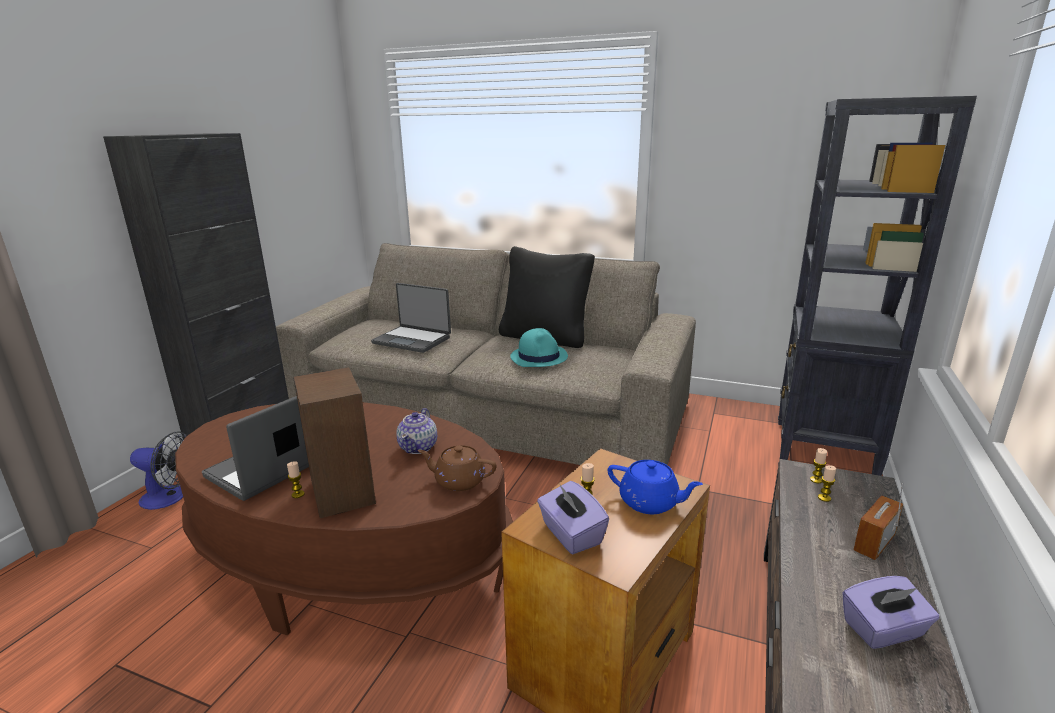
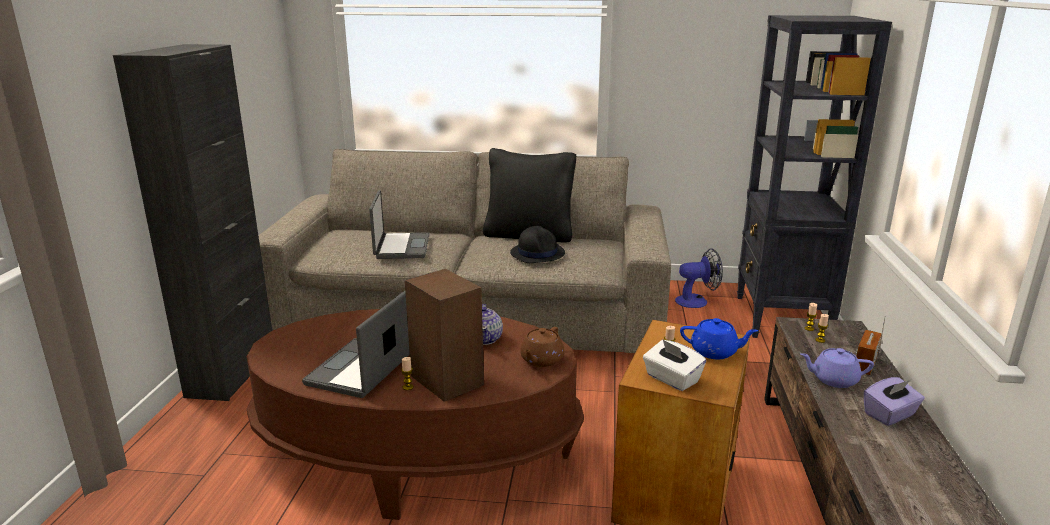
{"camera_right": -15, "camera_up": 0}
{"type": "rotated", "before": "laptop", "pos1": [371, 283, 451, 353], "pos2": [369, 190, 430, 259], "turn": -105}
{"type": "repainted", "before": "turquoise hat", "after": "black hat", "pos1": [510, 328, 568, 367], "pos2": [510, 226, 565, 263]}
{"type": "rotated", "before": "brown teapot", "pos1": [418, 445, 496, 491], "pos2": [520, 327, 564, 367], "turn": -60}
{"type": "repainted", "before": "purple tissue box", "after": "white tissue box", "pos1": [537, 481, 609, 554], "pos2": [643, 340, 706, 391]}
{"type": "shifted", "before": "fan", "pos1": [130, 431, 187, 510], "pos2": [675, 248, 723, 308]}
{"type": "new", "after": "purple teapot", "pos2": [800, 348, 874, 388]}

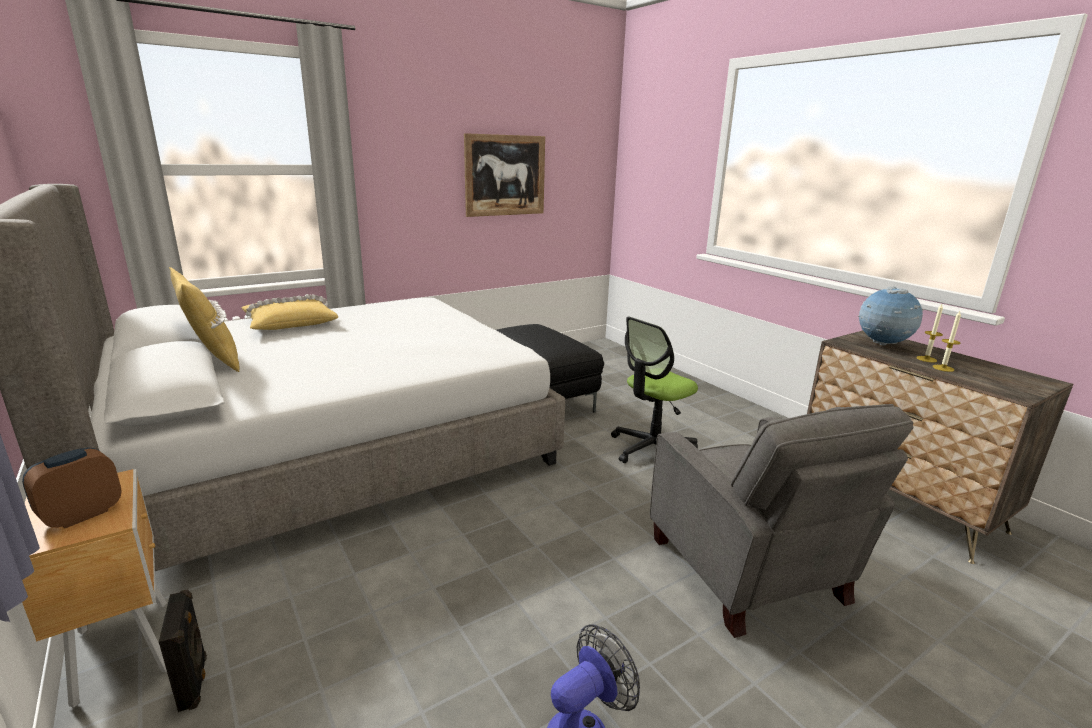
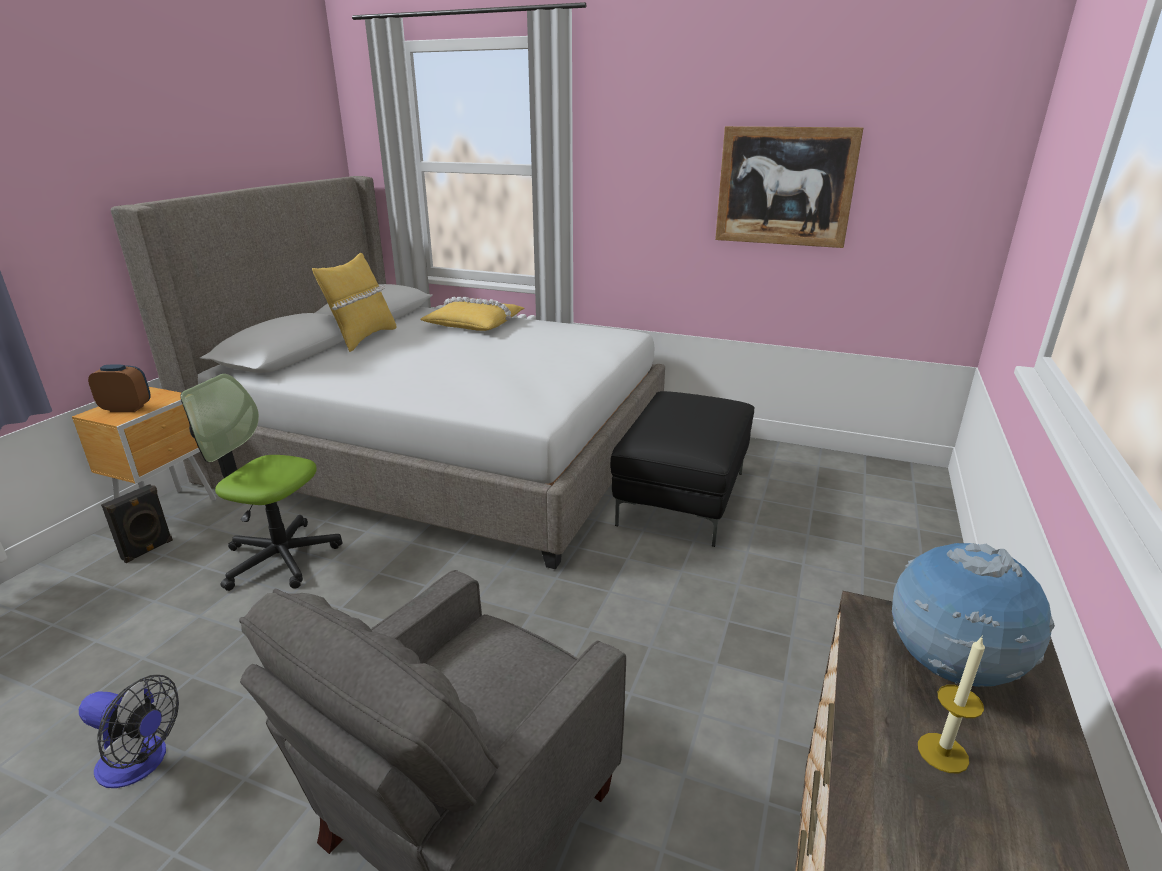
{"camera_right": 55, "camera_up": 5}
{"type": "shifted", "before": "office chair", "pos1": [611, 316, 698, 463], "pos2": [180, 374, 342, 591]}
{"type": "gone", "before": "candle", "pos1": [933, 311, 961, 372]}

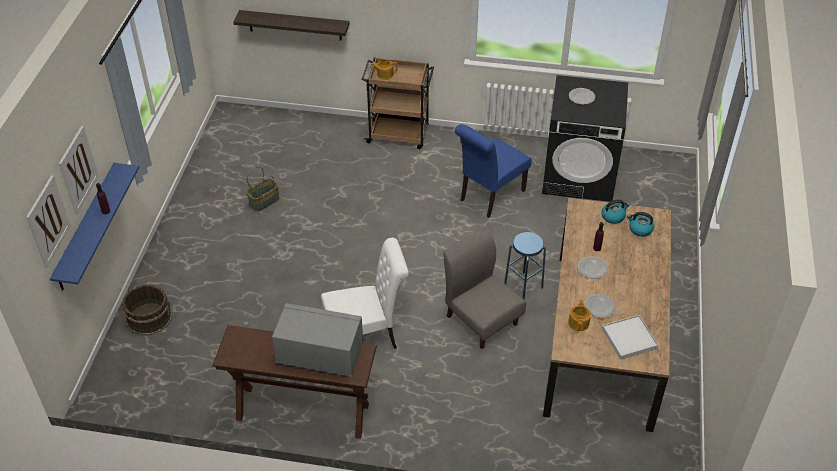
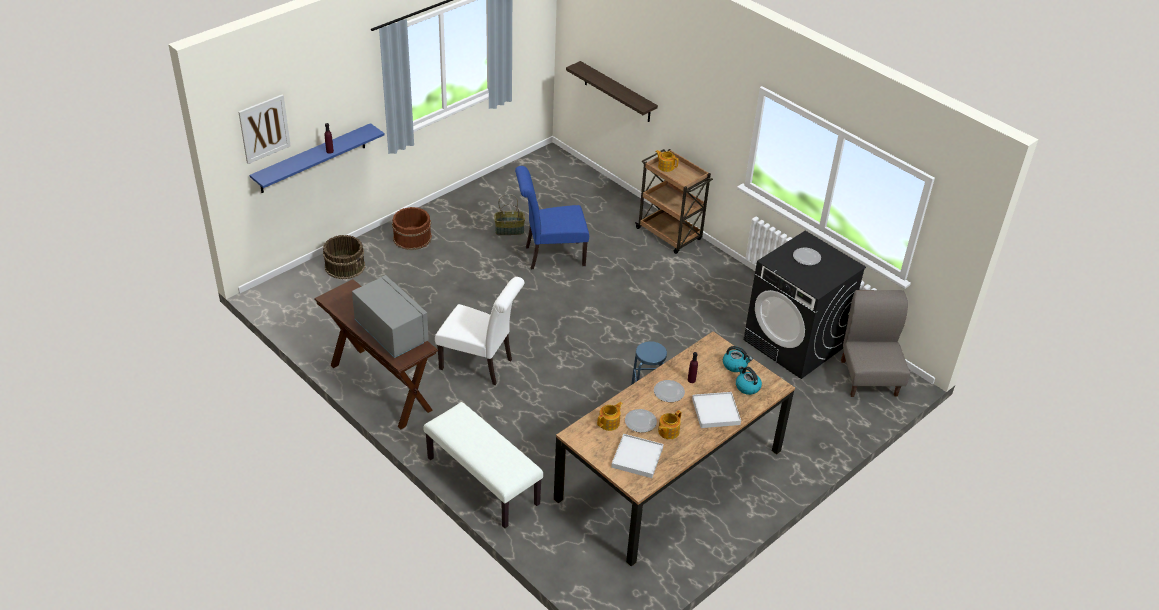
{"camera_right": 35, "camera_up": -5}
{"type": "new", "after": "brown bucket", "pos2": [392, 207, 432, 250]}
{"type": "new", "after": "white bench", "pos2": [423, 402, 543, 528]}
{"type": "shifted", "before": "blue chair", "pos1": [455, 124, 532, 218], "pos2": [515, 166, 589, 269]}
{"type": "new", "after": "teapot", "pos2": [658, 410, 681, 439]}
{"type": "new", "after": "white tray", "pos2": [692, 392, 741, 428]}
{"type": "shifted", "before": "grey chair", "pos1": [443, 228, 526, 349], "pos2": [841, 290, 910, 397]}
{"type": "gone", "before": "picture", "pos1": [59, 126, 99, 214]}

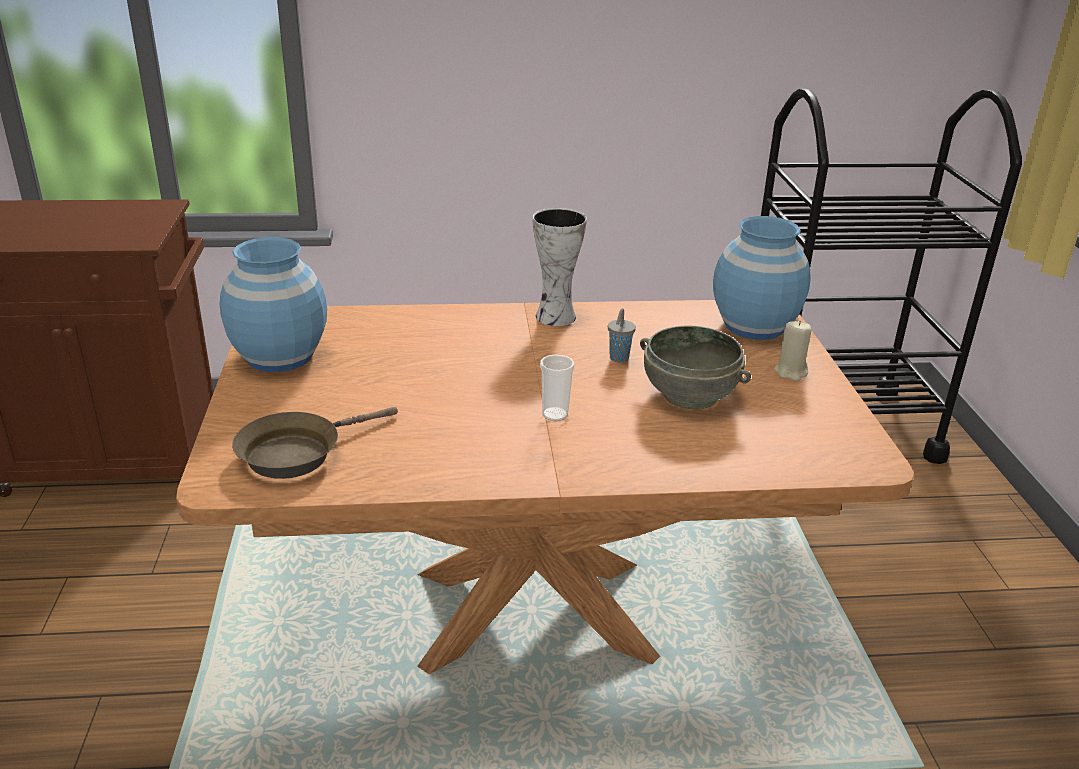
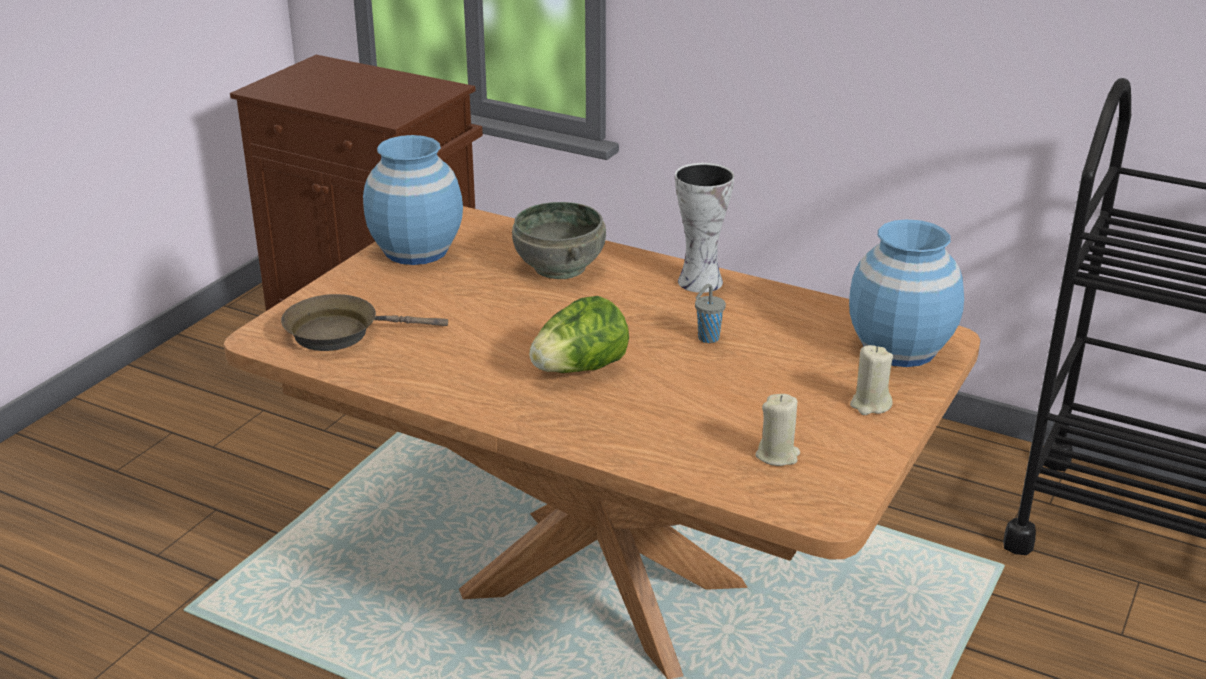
{"camera_right": 35, "camera_up": 0}
{"type": "shifted", "before": "grey bowl", "pos1": [640, 326, 751, 409], "pos2": [512, 202, 606, 279]}
{"type": "swapped", "before": "cup", "after": "lettuce", "pos1": [540, 355, 574, 421], "pos2": [529, 296, 629, 373]}
{"type": "new", "after": "beige candle", "pos2": [755, 394, 800, 466]}

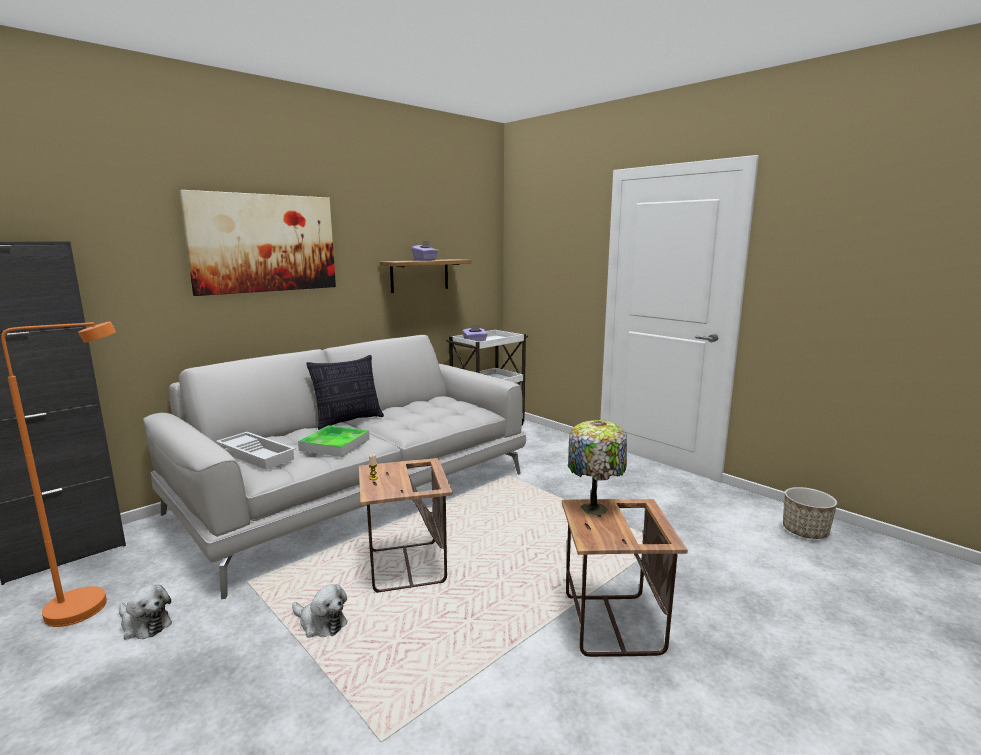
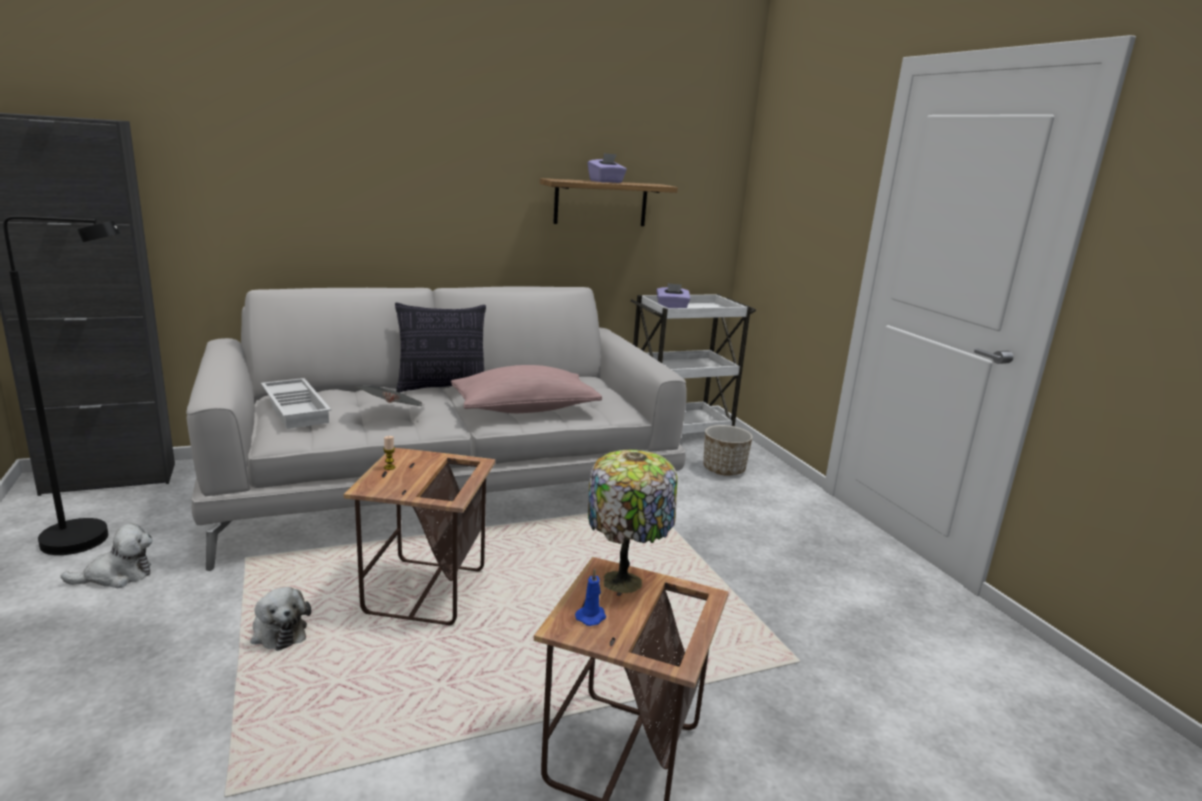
{"camera_right": 20, "camera_up": 5}
{"type": "repainted", "before": "orange floor lamp", "after": "black floor lamp", "pos1": [1, 322, 116, 627], "pos2": [3, 216, 120, 555]}
{"type": "rotated", "before": "plush toy", "pos1": [119, 585, 172, 640], "pos2": [61, 523, 153, 588], "turn": -75}
{"type": "swapped", "before": "tray", "after": "newspaper", "pos1": [298, 425, 370, 457], "pos2": [352, 386, 425, 406]}
{"type": "new", "after": "pink pillow", "pos2": [451, 365, 602, 413]}
{"type": "new", "after": "blue candle", "pos2": [575, 569, 606, 626]}
{"type": "shifted", "before": "planter", "pos1": [783, 487, 837, 539], "pos2": [703, 425, 753, 476]}
{"type": "gone", "before": "picture", "pos1": [179, 190, 336, 296]}

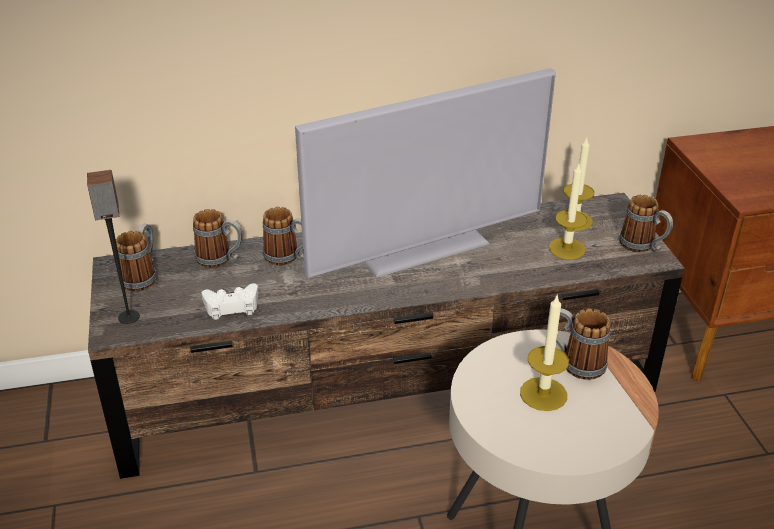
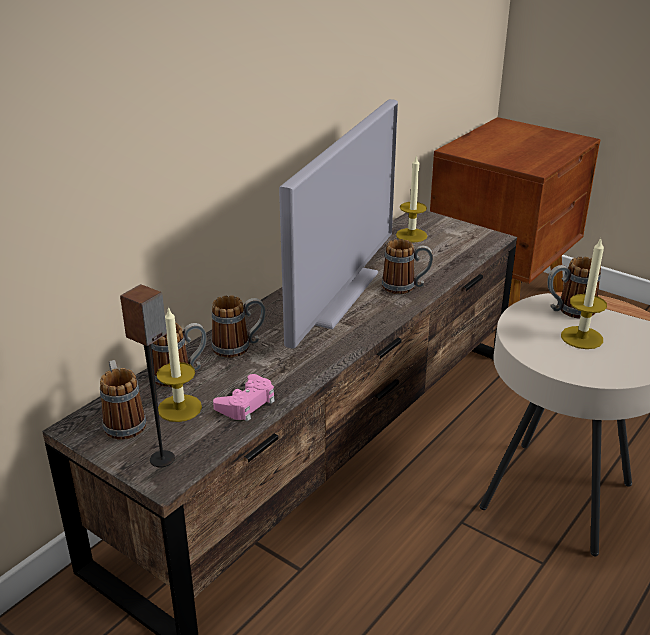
{"camera_right": -40, "camera_up": -5}
{"type": "shifted", "before": "candle", "pos1": [549, 164, 588, 260], "pos2": [157, 306, 202, 422]}
{"type": "repainted", "before": "white game controller", "after": "pink game controller", "pos1": [201, 284, 258, 320], "pos2": [213, 374, 275, 421]}
{"type": "shifted", "before": "mug", "pos1": [619, 195, 673, 252], "pos2": [382, 239, 433, 294]}

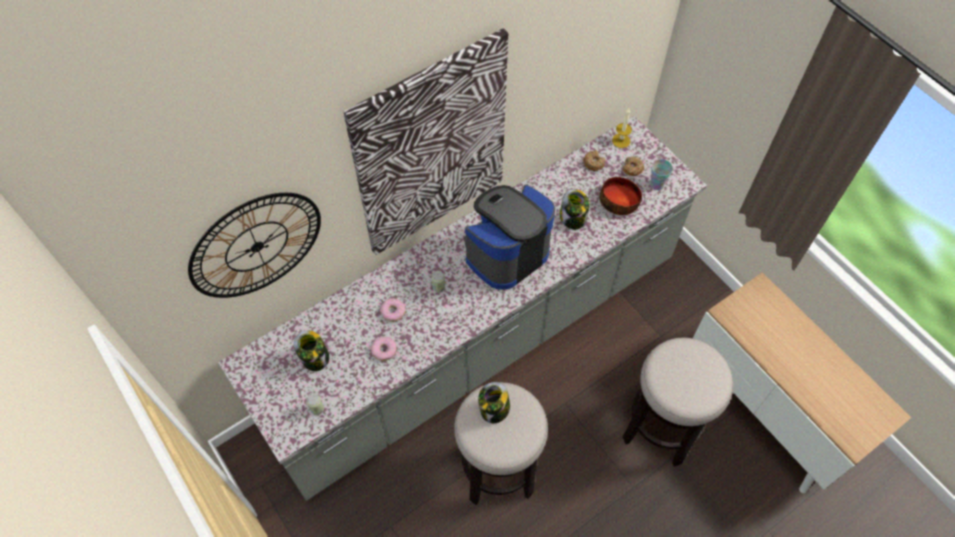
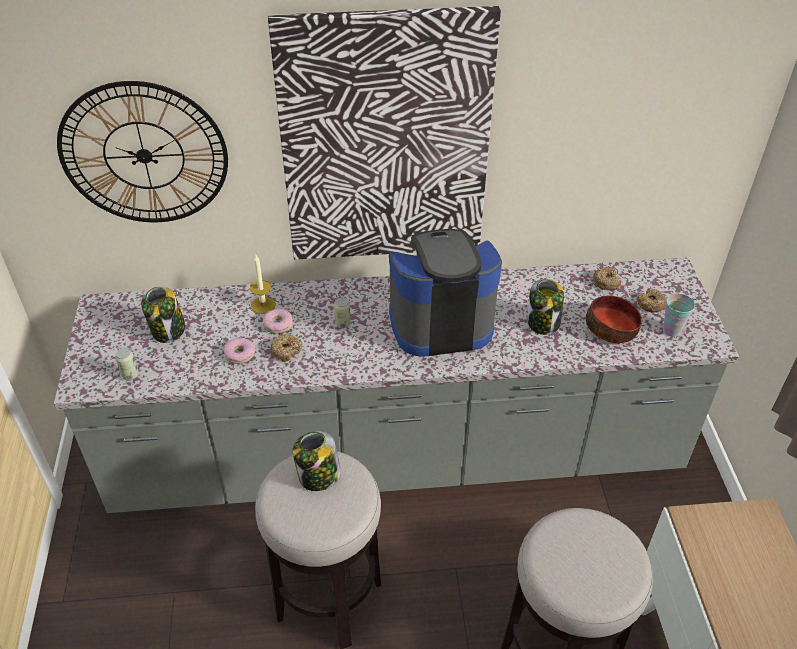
{"camera_right": 30, "camera_up": -15}
{"type": "shifted", "before": "candle", "pos1": [612, 108, 632, 148], "pos2": [250, 255, 276, 314]}
{"type": "new", "after": "donut", "pos2": [270, 334, 302, 362]}

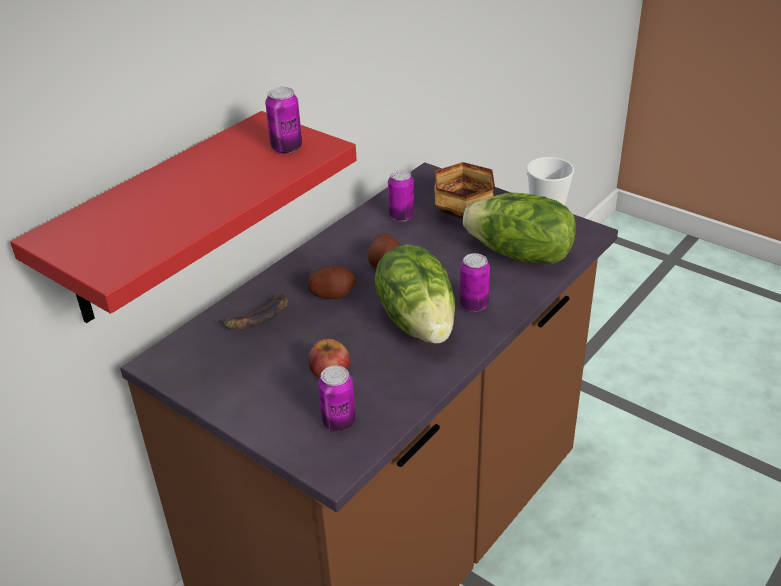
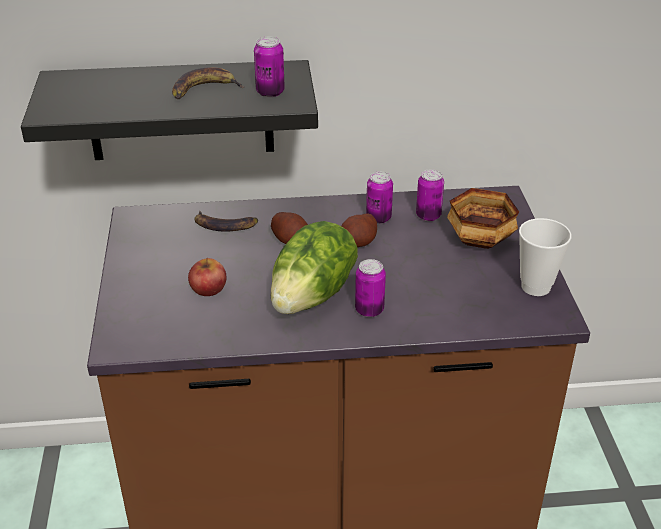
{"camera_right": 45, "camera_up": 0}
{"type": "repainted", "before": "red shelf", "after": "black shelf", "pos1": [10, 111, 357, 323], "pos2": [21, 60, 318, 160]}
{"type": "new", "after": "banana", "pos2": [172, 67, 246, 99]}
{"type": "shifted", "before": "can", "pos1": [318, 366, 356, 431], "pos2": [366, 172, 393, 224]}
{"type": "gone", "before": "lettuce", "pos1": [463, 193, 576, 264]}

